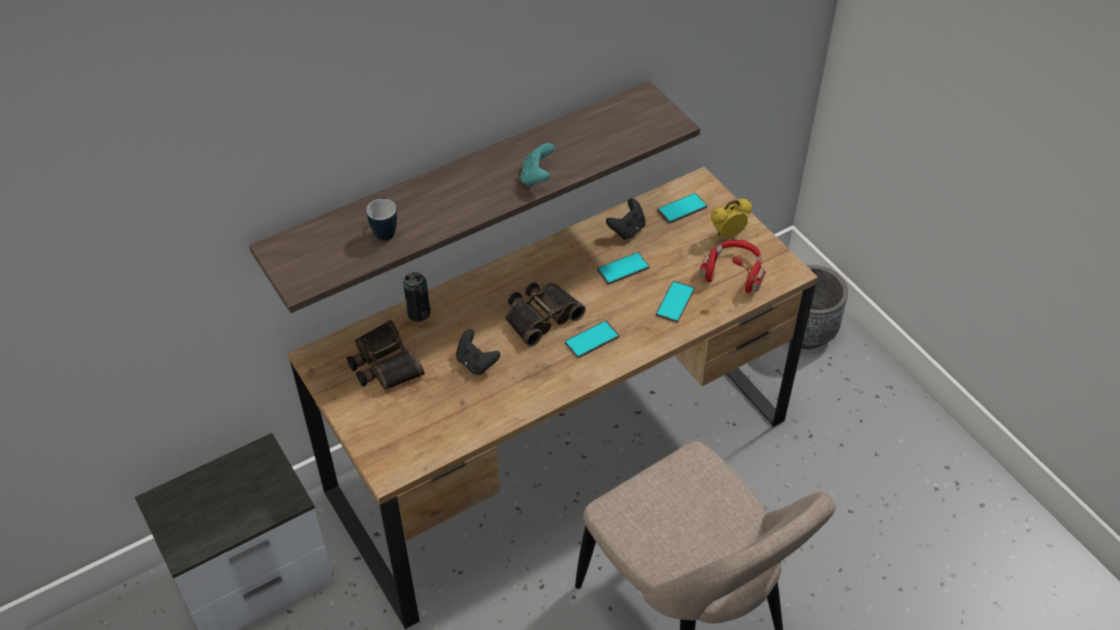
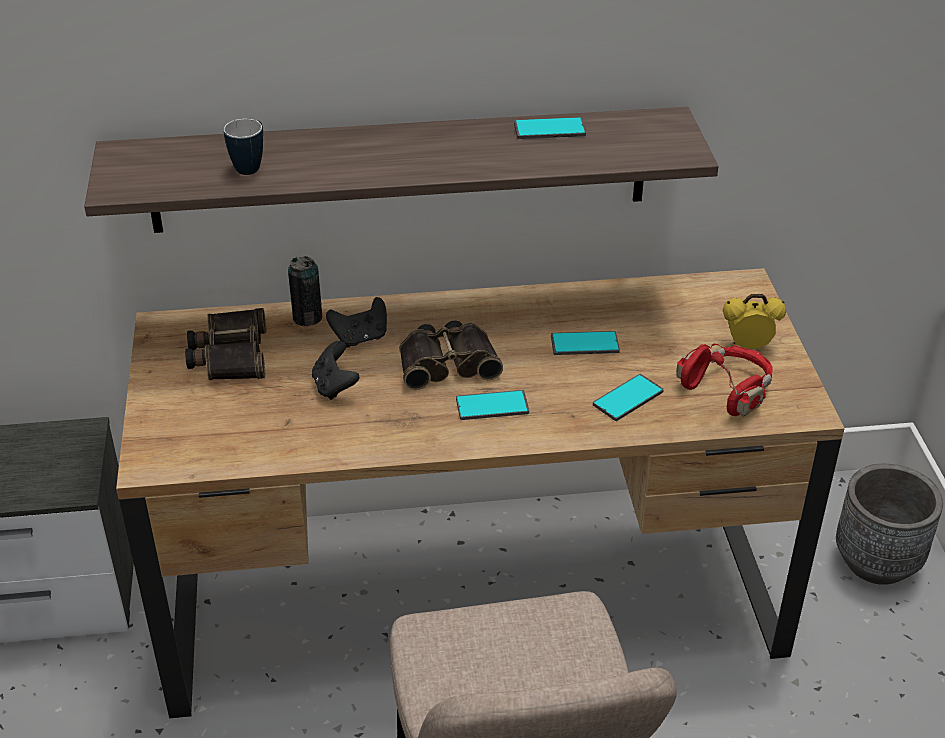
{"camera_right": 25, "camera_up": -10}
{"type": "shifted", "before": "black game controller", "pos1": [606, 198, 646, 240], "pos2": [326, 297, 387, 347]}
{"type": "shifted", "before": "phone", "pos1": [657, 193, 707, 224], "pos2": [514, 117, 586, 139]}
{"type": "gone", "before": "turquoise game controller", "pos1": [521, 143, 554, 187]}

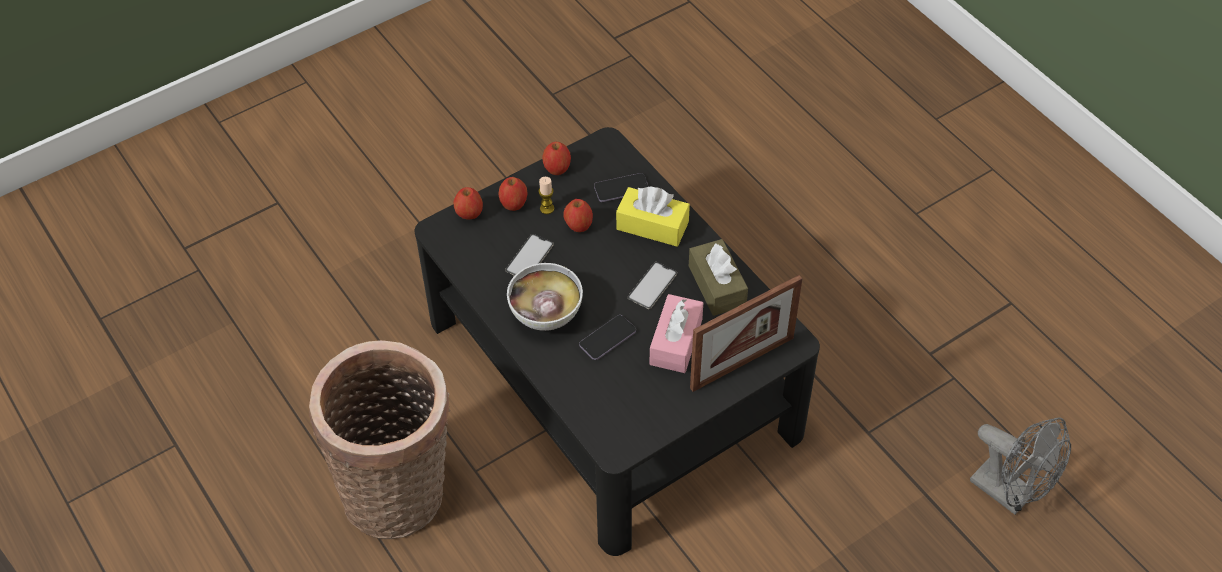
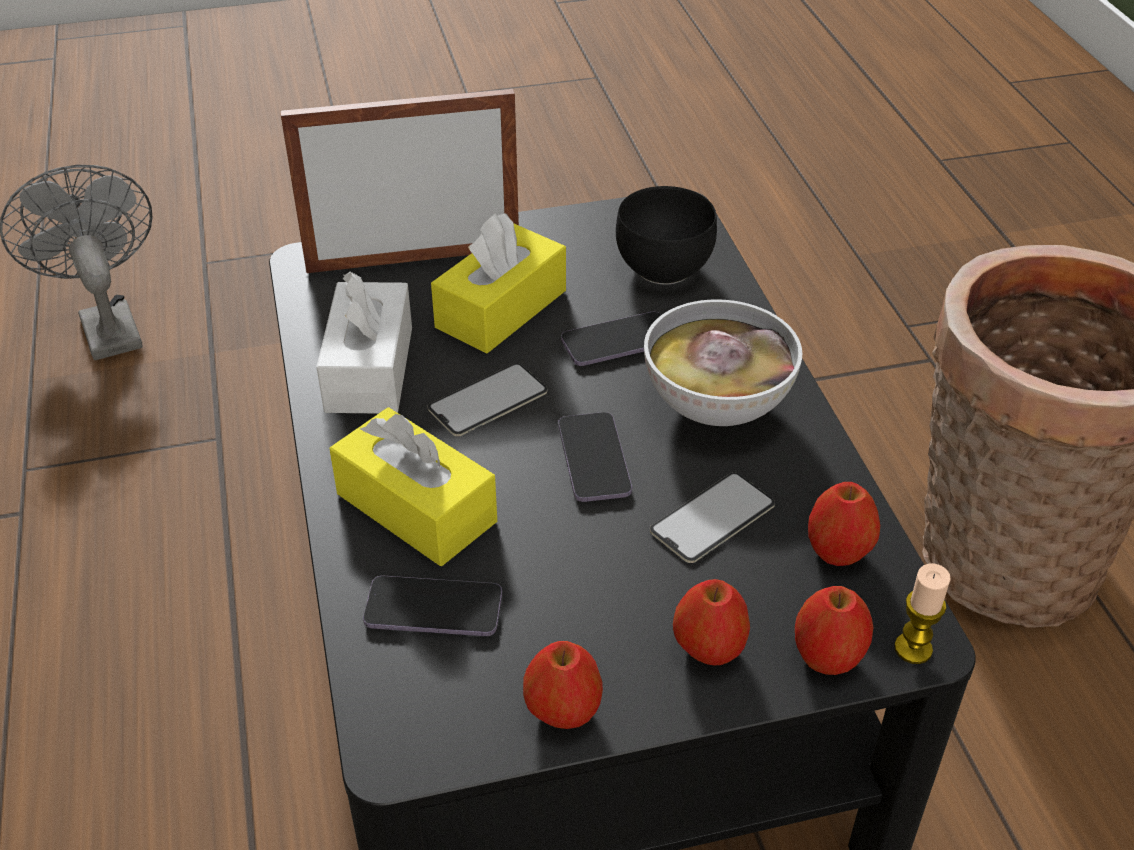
{"camera_right": -160, "camera_up": -10}
{"type": "repainted", "before": "brown tissue box", "after": "white tissue box", "pos1": [689, 239, 748, 316], "pos2": [316, 272, 412, 414]}
{"type": "repainted", "before": "pink tissue box", "after": "yellow tissue box", "pos1": [650, 294, 703, 373], "pos2": [431, 213, 566, 353]}
{"type": "new", "after": "phone", "pos2": [558, 412, 632, 502]}
{"type": "new", "after": "black bowl", "pos2": [616, 186, 717, 285]}
{"type": "shifted", "before": "apple", "pos1": [564, 199, 593, 232], "pos2": [808, 482, 880, 566]}
{"type": "shifted", "before": "candle", "pos1": [538, 177, 554, 214], "pos2": [894, 564, 951, 664]}

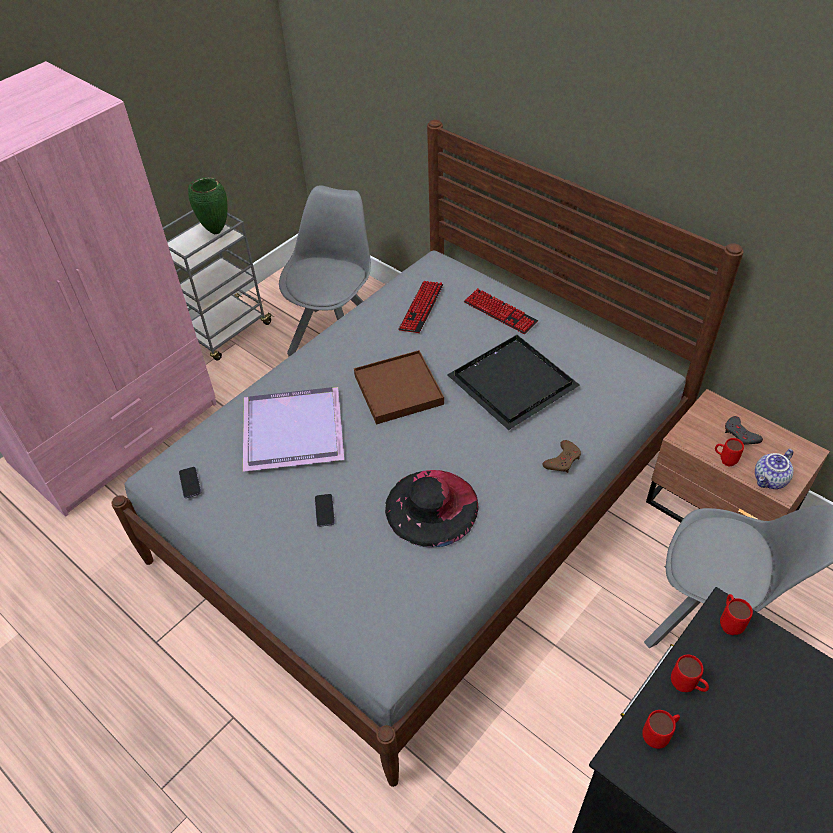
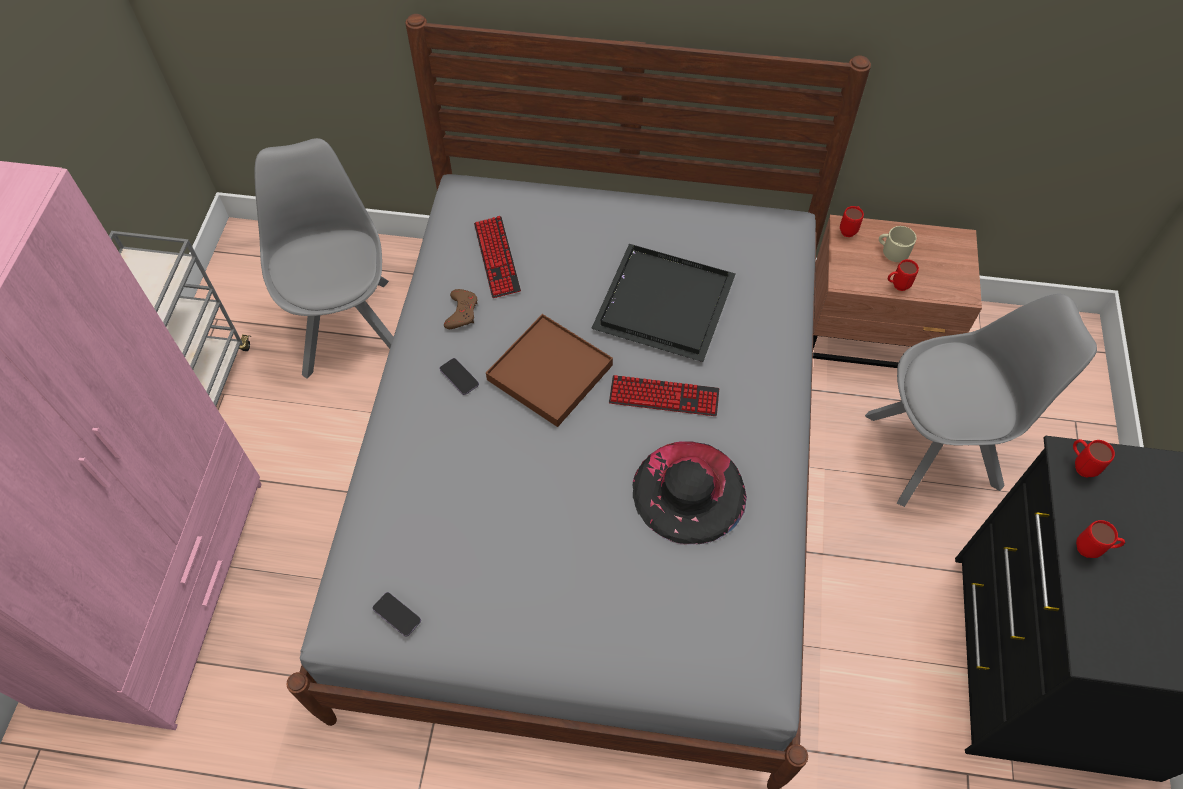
{"camera_right": -35, "camera_up": 10}
{"type": "shifted", "before": "phone", "pos1": [315, 494, 335, 527], "pos2": [440, 358, 479, 395]}
{"type": "shifted", "before": "brown game controller", "pos1": [543, 440, 581, 473], "pos2": [444, 289, 478, 329]}
{"type": "shifted", "before": "keyboard", "pos1": [464, 288, 538, 334], "pos2": [609, 375, 719, 416]}
{"type": "shifted", "before": "red mug", "pos1": [642, 710, 680, 749], "pos2": [840, 206, 864, 237]}
{"type": "swapped", "before": "grey game controller", "after": "beige mug", "pos1": [725, 416, 763, 445], "pos2": [879, 226, 917, 262]}
{"type": "gone", "before": "green vase", "pos1": [188, 177, 228, 234]}
{"type": "gone", "before": "purple tray", "pos1": [243, 387, 344, 472]}
{"type": "gone", "before": "teapot", "pos1": [755, 449, 793, 489]}

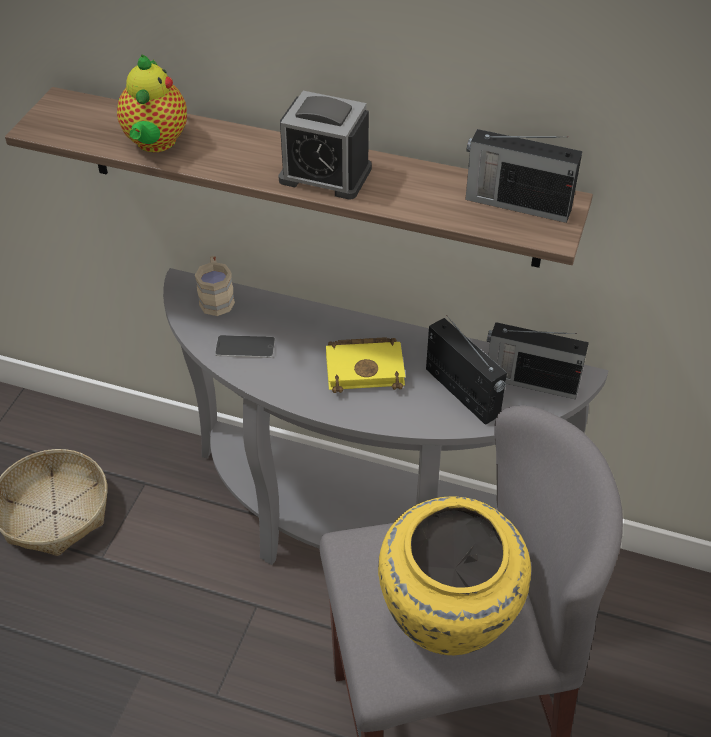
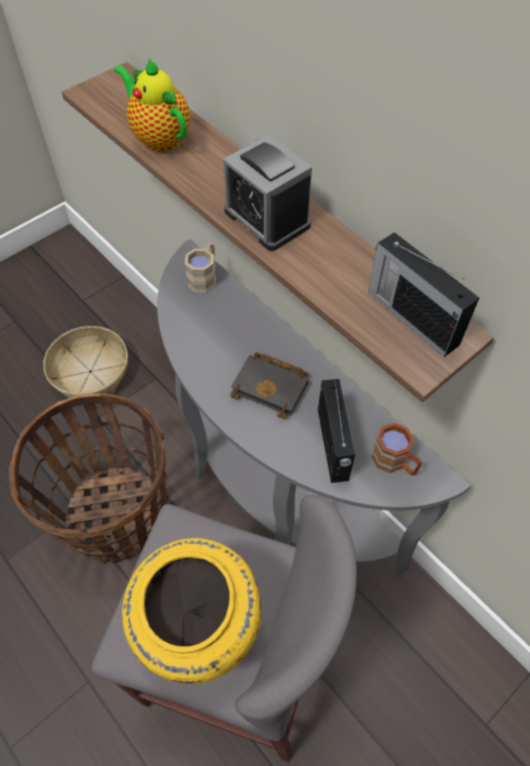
{"camera_right": 30, "camera_up": 10}
{"type": "new", "after": "basket", "pos2": [9, 394, 167, 564]}
{"type": "rotated", "before": "teapot", "pos1": [117, 54, 187, 152], "pos2": [114, 58, 190, 152], "turn": 105}
{"type": "repainted", "before": "yellow book", "after": "black book", "pos1": [326, 337, 405, 393], "pos2": [230, 352, 309, 419]}
{"type": "swapped", "before": "radio", "after": "brown mug", "pos1": [487, 322, 589, 399], "pos2": [372, 423, 422, 475]}
{"type": "gone", "before": "phone", "pos1": [215, 335, 275, 358]}

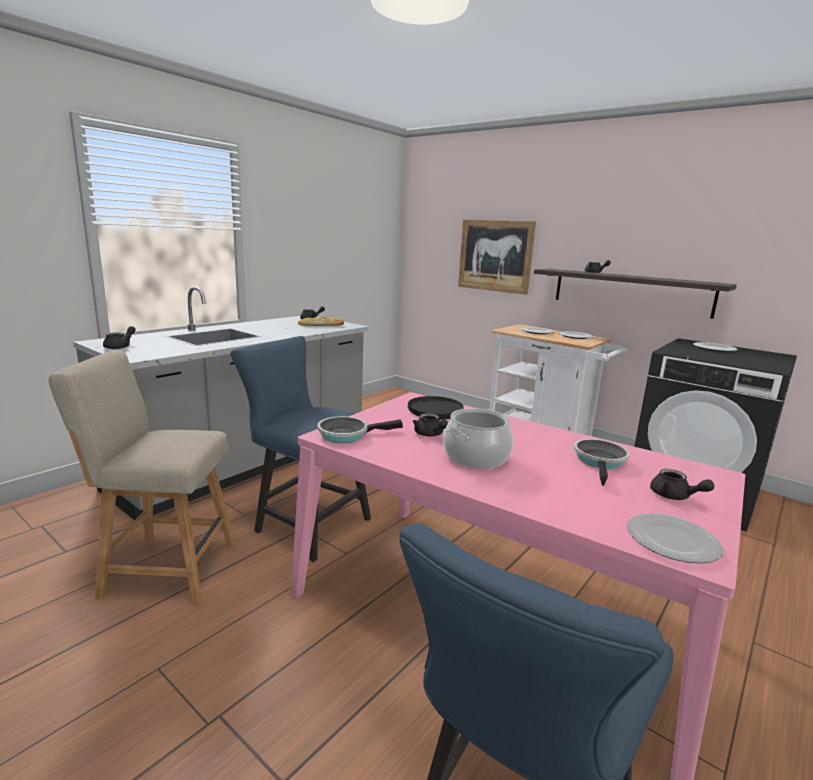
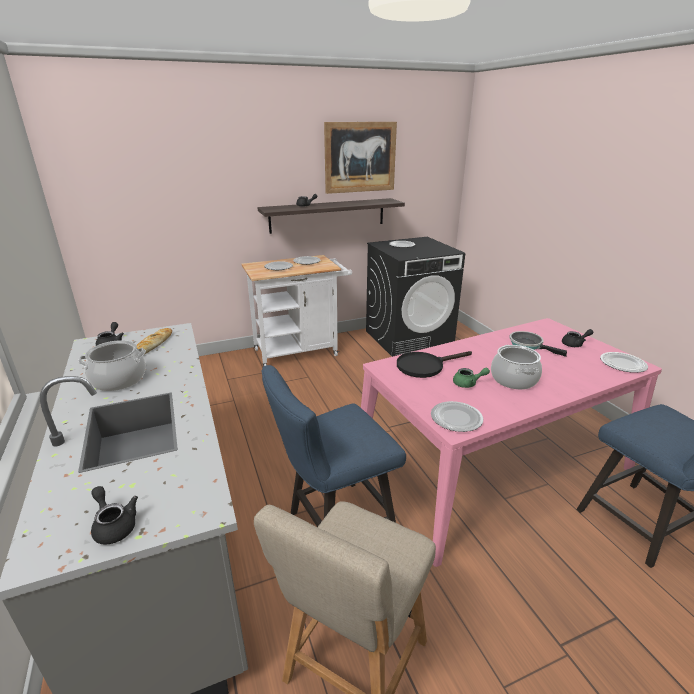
{"camera_right": -60, "camera_up": 10}
{"type": "new", "after": "cooking pot", "pos2": [78, 340, 146, 391]}
{"type": "shifted", "before": "picture", "pos1": [458, 219, 536, 295], "pos2": [324, 122, 397, 194]}
{"type": "swapped", "before": "frying pan", "after": "plate", "pos1": [317, 416, 403, 443], "pos2": [431, 401, 483, 432]}
{"type": "repainted", "before": "black teapot", "after": "green teapot", "pos1": [413, 413, 448, 436], "pos2": [453, 368, 490, 388]}

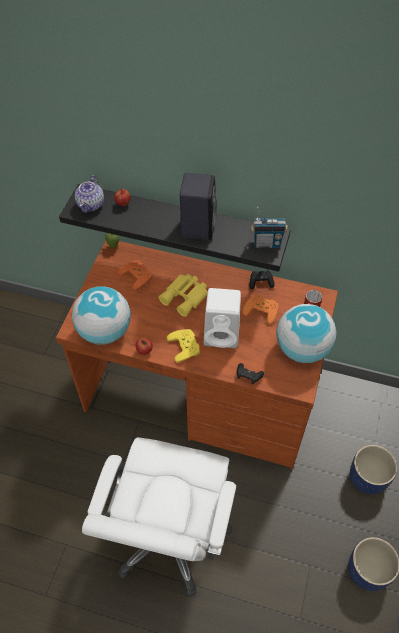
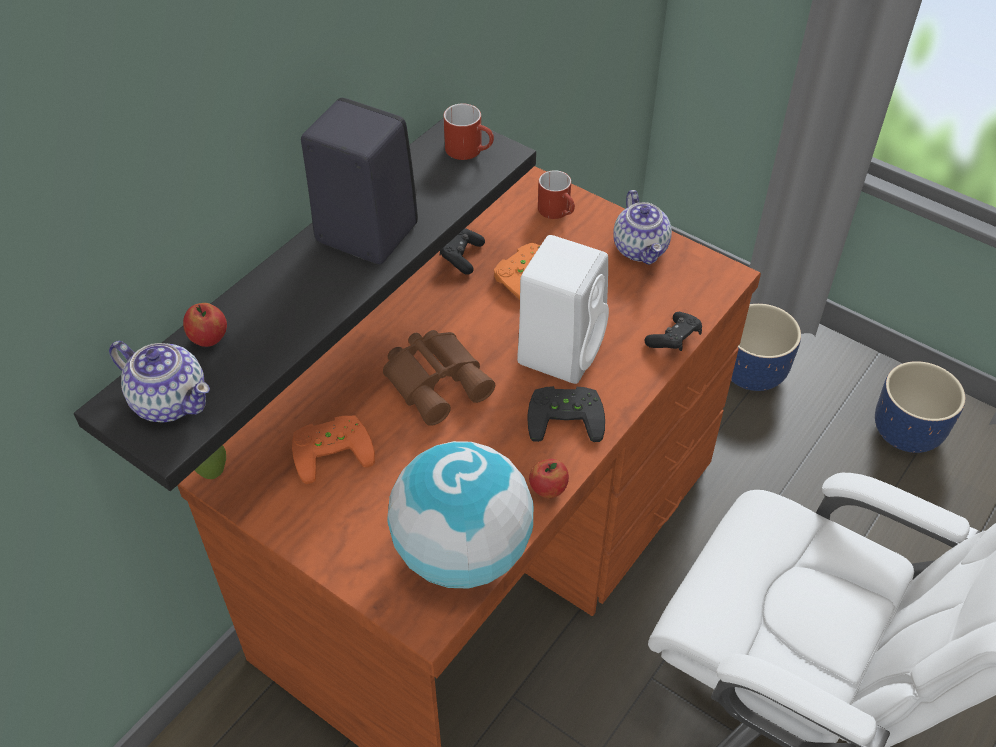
{"camera_right": -70, "camera_up": -5}
{"type": "repainted", "before": "yellow binoculars", "after": "brown binoculars", "pos1": [159, 274, 208, 317], "pos2": [383, 330, 495, 426]}
{"type": "swapped", "before": "radio", "after": "red mug", "pos1": [250, 207, 288, 248], "pos2": [443, 104, 494, 160]}
{"type": "repainted", "before": "yellow game controller", "after": "black game controller", "pos1": [166, 329, 200, 362], "pos2": [528, 386, 605, 442]}
{"type": "swapped", "before": "globe", "after": "teapot", "pos1": [276, 304, 337, 363], "pos2": [613, 190, 672, 265]}

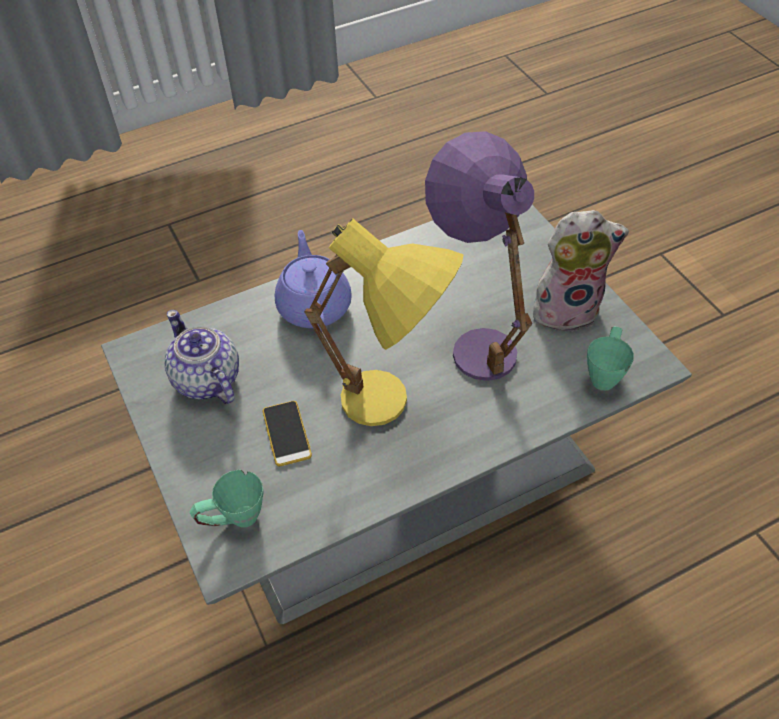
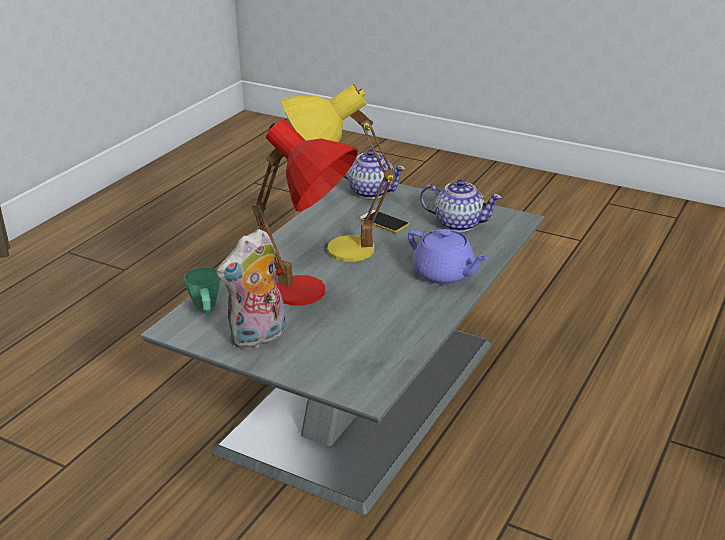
{"camera_right": 145, "camera_up": -20}
{"type": "repainted", "before": "purple table lamp", "after": "red table lamp", "pos1": [425, 131, 534, 381], "pos2": [252, 119, 358, 306]}
{"type": "swapped", "before": "green mug", "after": "teapot", "pos1": [190, 470, 264, 528], "pos2": [344, 150, 406, 199]}

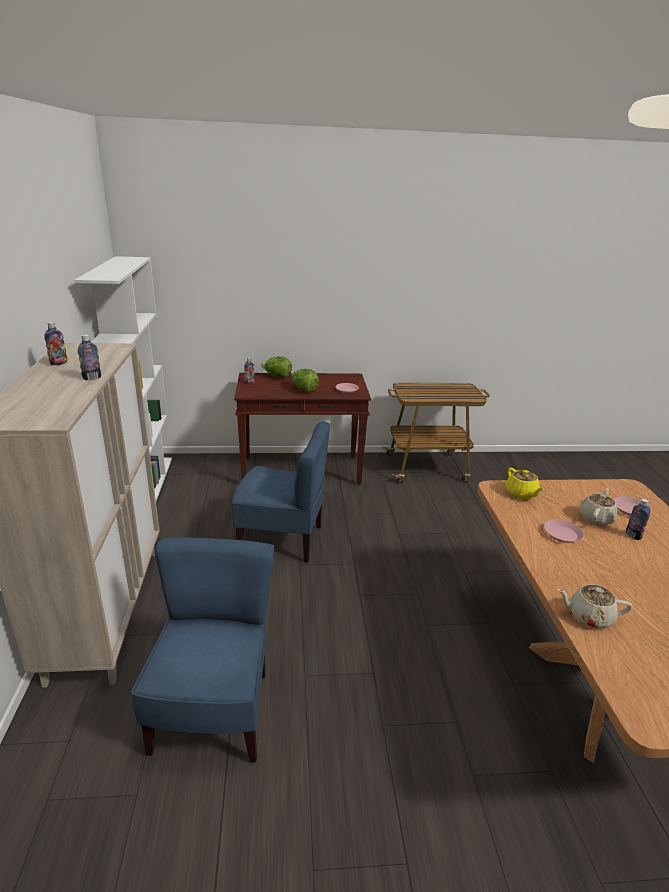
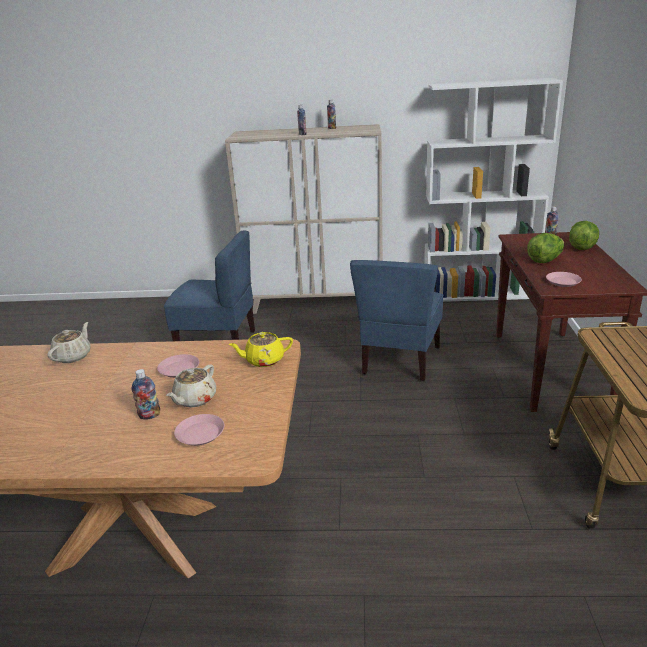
{"camera_right": 100, "camera_up": 0}
{"type": "rotated", "before": "beige teapot", "pos1": [580, 488, 618, 526], "pos2": [166, 365, 216, 407], "turn": 75}

